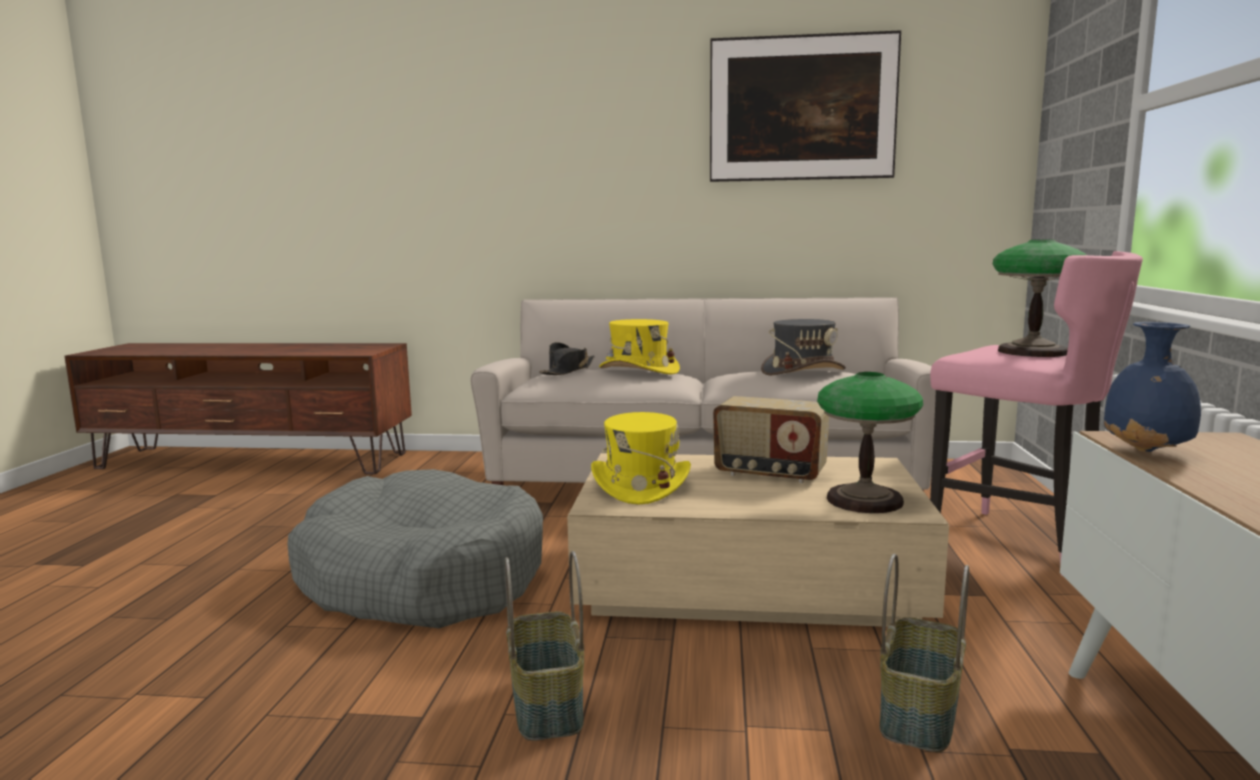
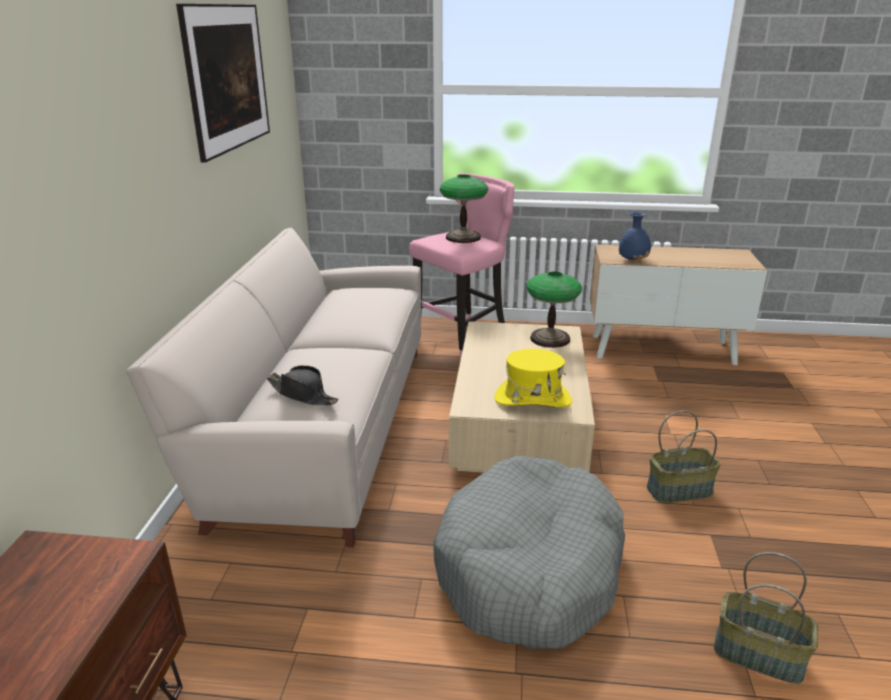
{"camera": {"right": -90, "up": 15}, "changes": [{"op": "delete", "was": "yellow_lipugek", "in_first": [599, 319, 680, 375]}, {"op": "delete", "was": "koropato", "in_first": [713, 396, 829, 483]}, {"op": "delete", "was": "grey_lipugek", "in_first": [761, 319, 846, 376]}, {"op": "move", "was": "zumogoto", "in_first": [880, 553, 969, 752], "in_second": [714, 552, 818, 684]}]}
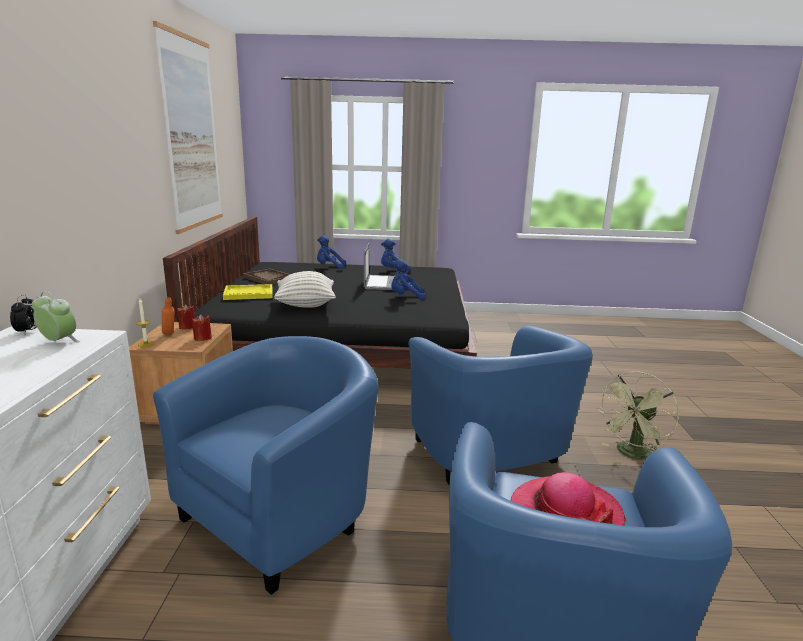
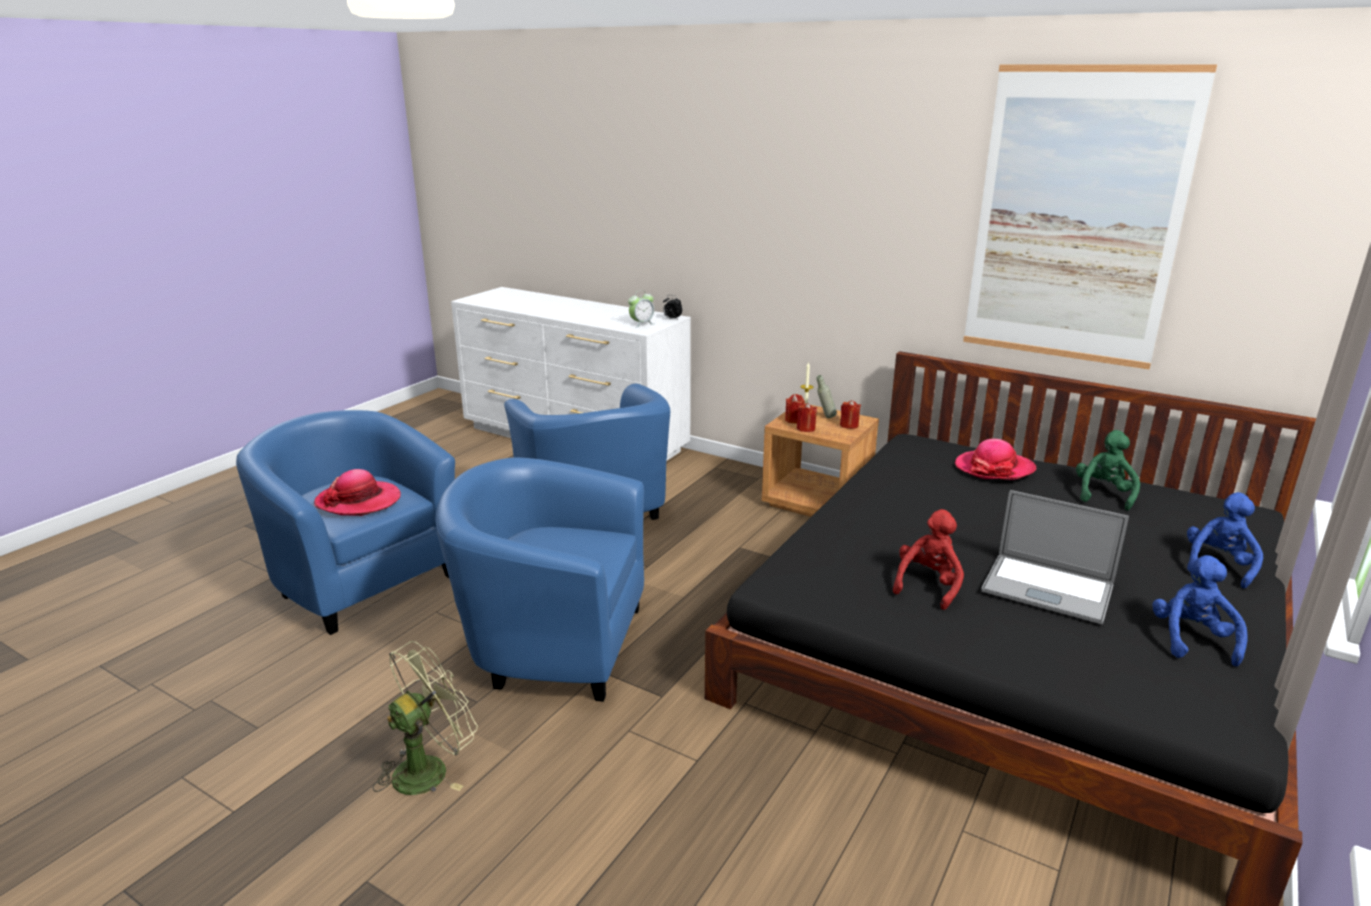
{"camera": {"right": 120, "up": 5}, "changes": [{"op": "delete", "was": "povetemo", "in_first": [274, 271, 336, 308]}, {"op": "insert", "now": "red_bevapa", "in_second": [785, 394, 805, 423]}, {"op": "replace", "was": "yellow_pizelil", "now": "lipugek", "in_first": [223, 284, 272, 300], "in_second": [955, 439, 1037, 480]}, {"op": "replace", "was": "brown_pizelil", "now": "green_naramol", "in_first": [243, 269, 290, 284], "in_second": [1076, 430, 1140, 511]}, {"op": "recolor", "was": "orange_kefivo", "now": "grey_kefivo", "in_first": [162, 297, 175, 335], "in_second": [817, 375, 837, 418]}, {"op": "recolor", "was": "blue_naramol", "now": "red_naramol", "in_first": [391, 259, 425, 300], "in_second": [893, 509, 964, 610]}, {"op": "rotate", "was": "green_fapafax", "in_first": [597, 371, 679, 460], "in_second": [373, 641, 478, 795], "clockwise": 60}]}
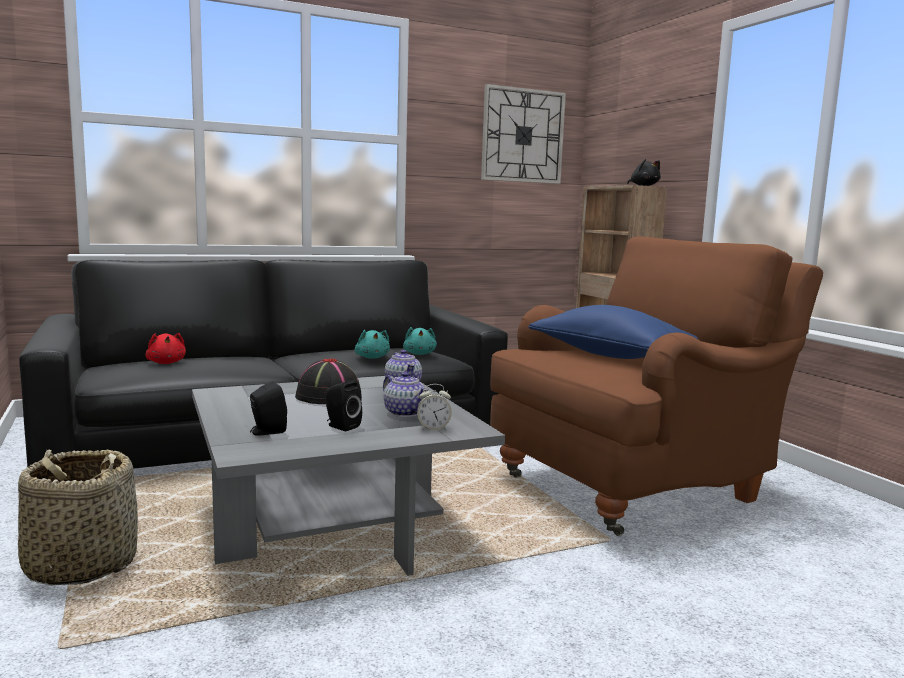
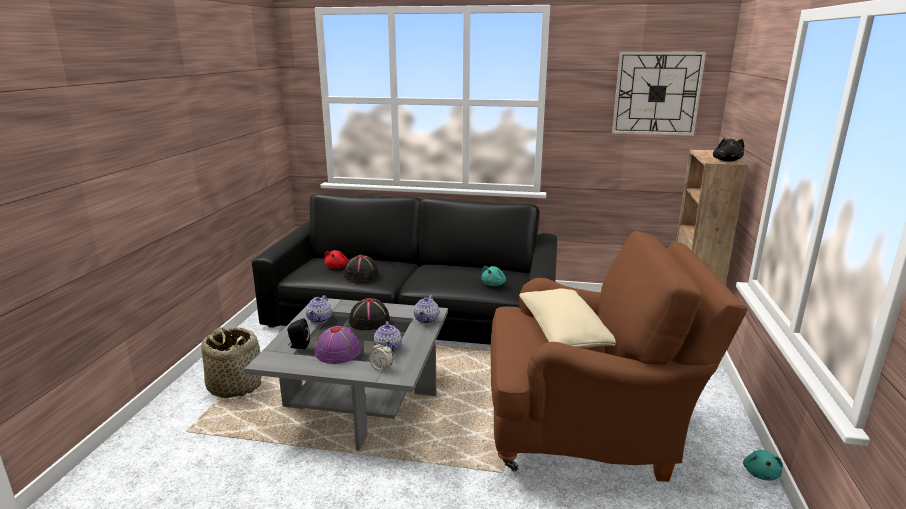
{"camera": {"right": 35, "up": 10}, "changes": [{"op": "insert", "now": "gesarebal", "in_second": [306, 295, 332, 323]}, {"op": "insert", "now": "black_lipugek", "in_second": [344, 255, 379, 281]}, {"op": "move", "was": "turquoise_naramol", "in_first": [355, 330, 390, 359], "in_second": [743, 450, 783, 480]}, {"op": "replace", "was": "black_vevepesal", "now": "purple_lipugek", "in_first": [326, 380, 362, 431], "in_second": [315, 326, 361, 364]}, {"op": "recolor", "was": "blue_povetemo", "now": "beige_povetemo", "in_first": [529, 305, 698, 359], "in_second": [519, 288, 616, 348]}]}
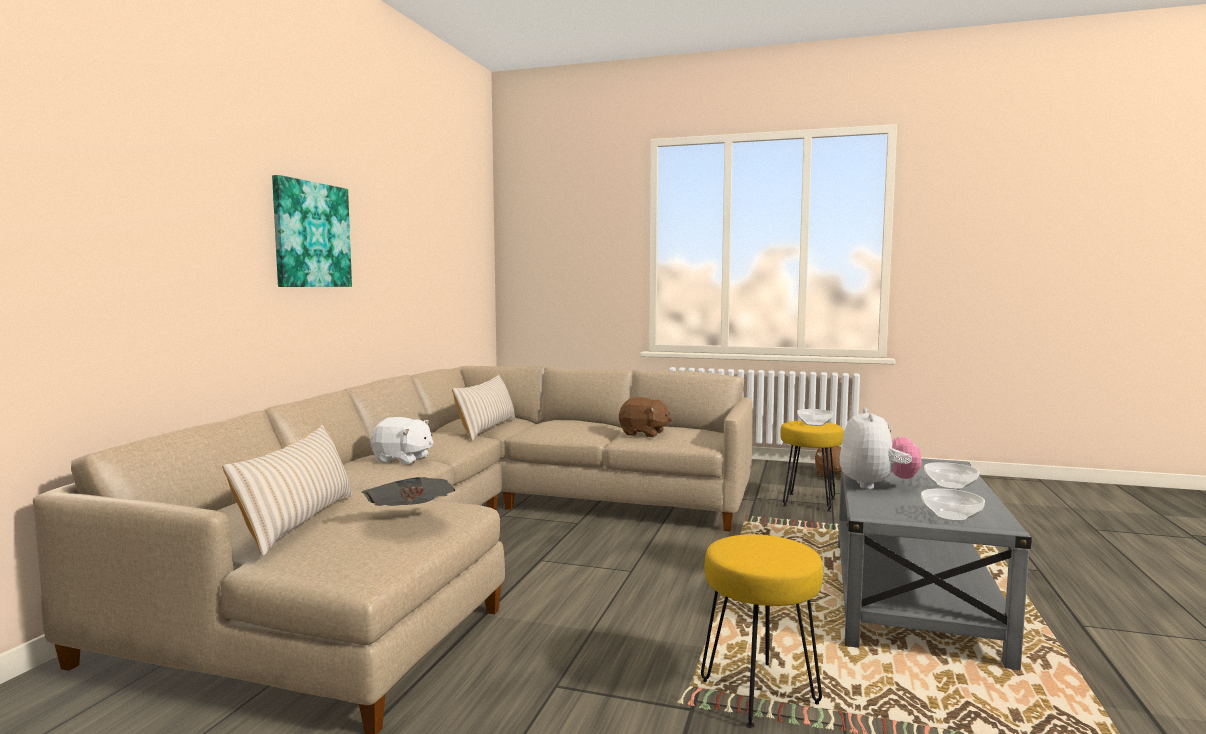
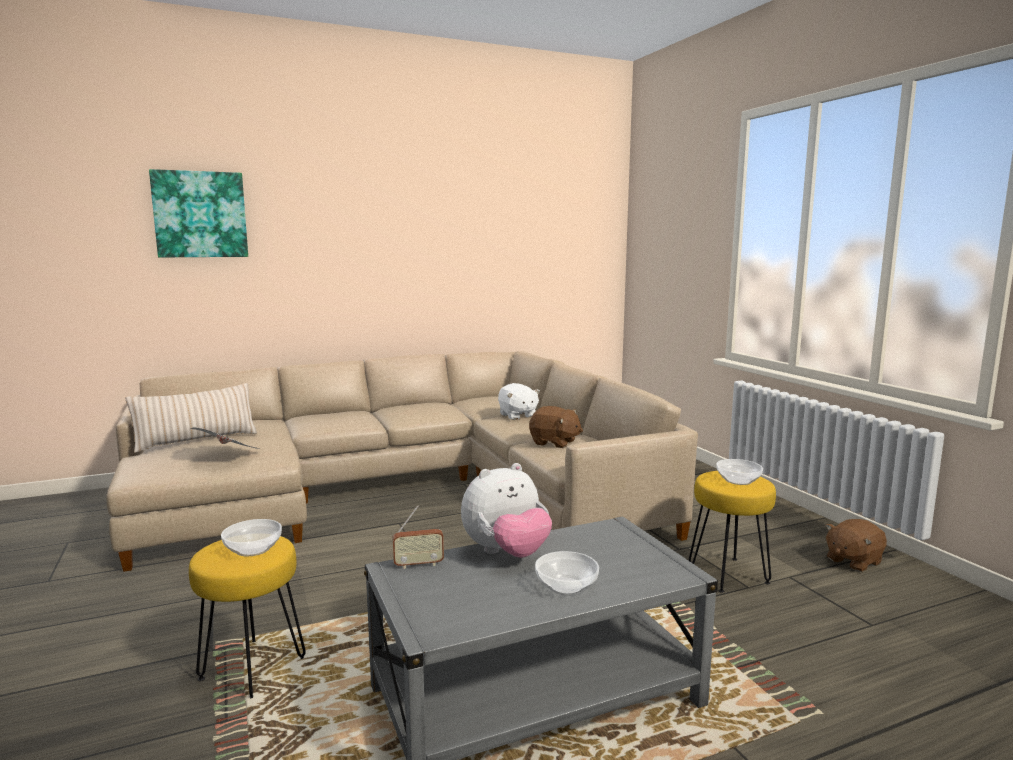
{"camera": {"right": 50, "up": 5}, "changes": [{"op": "delete", "was": "beige_povetemo", "in_first": [452, 374, 516, 441]}, {"op": "insert", "now": "koropato", "in_second": [392, 505, 444, 569]}, {"op": "move", "was": "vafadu", "in_first": [272, 175, 352, 287], "in_second": [149, 169, 248, 257]}, {"op": "move", "was": "white_naramol", "in_first": [370, 417, 434, 465], "in_second": [498, 383, 540, 420]}, {"op": "move", "was": "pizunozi", "in_first": [921, 488, 985, 522], "in_second": [221, 519, 282, 556]}, {"op": "rotate", "was": "brown_naramol", "in_first": [619, 397, 672, 438], "in_second": [529, 406, 583, 448], "clockwise": -45}]}
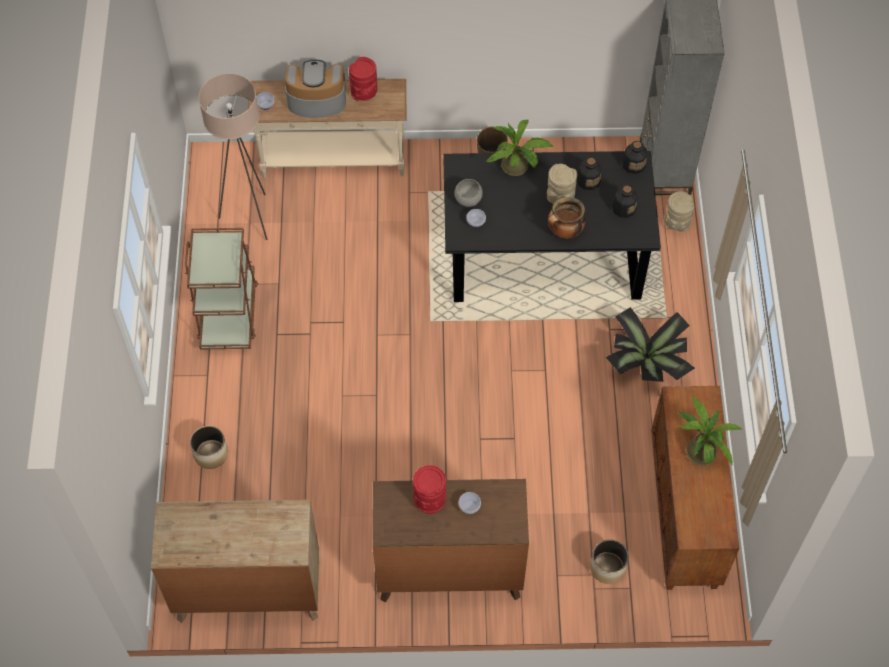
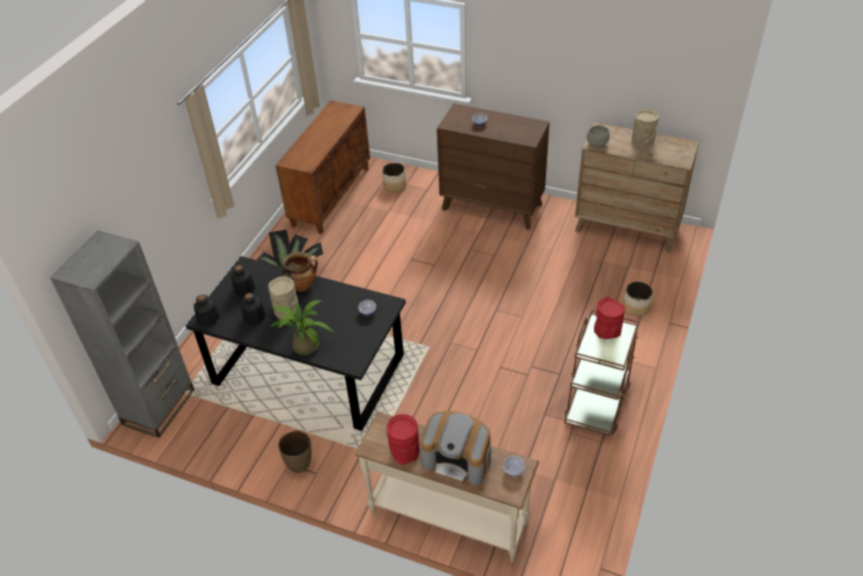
{"camera": {"right": -155, "up": -15}, "changes": [{"op": "delete", "was": "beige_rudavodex", "in_first": [199, 74, 268, 240]}, {"op": "delete", "was": "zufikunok", "in_first": [679, 397, 742, 466]}, {"op": "move", "was": "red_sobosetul", "in_first": [413, 465, 446, 514], "in_second": [594, 297, 625, 339]}, {"op": "move", "was": "grey_pizunozi", "in_first": [455, 179, 483, 207], "in_second": [587, 125, 610, 147]}, {"op": "move", "was": "beige_sobosetul", "in_first": [665, 191, 694, 232], "in_second": [632, 109, 659, 148]}]}
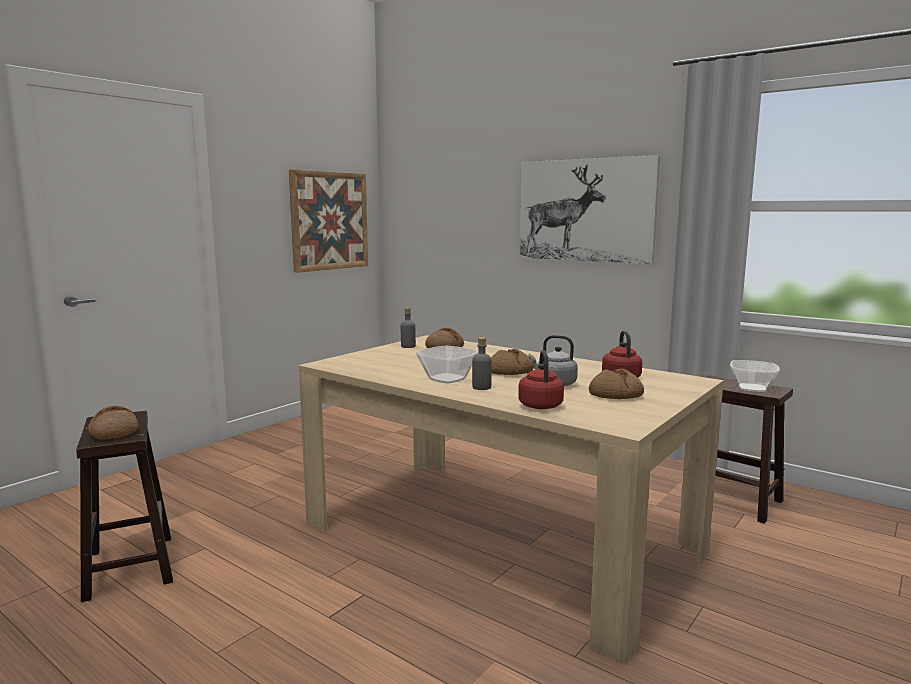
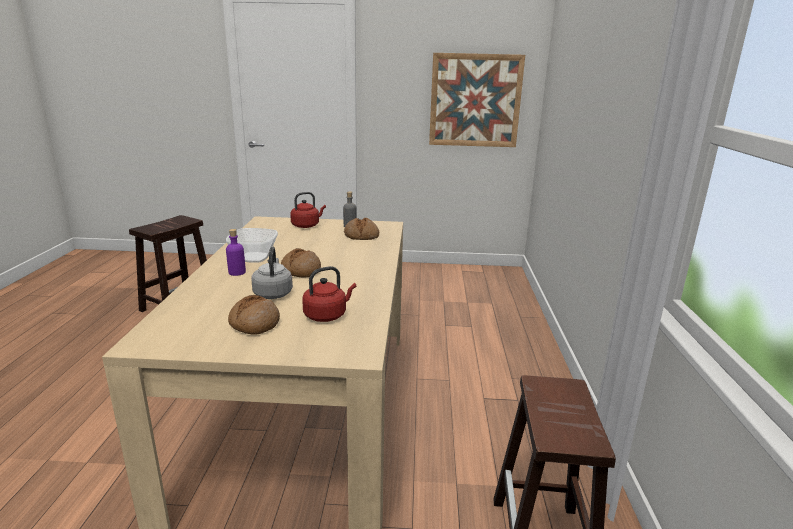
{"camera": {"right": 55, "up": 10}, "changes": [{"op": "delete", "was": "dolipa", "in_first": [88, 406, 139, 440]}, {"op": "delete", "was": "vafadu", "in_first": [519, 155, 660, 265]}, {"op": "delete", "was": "pizunozi", "in_first": [730, 360, 780, 392]}, {"op": "move", "was": "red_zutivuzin", "in_first": [518, 350, 564, 409], "in_second": [290, 192, 326, 228]}, {"op": "recolor", "was": "grey_kefivo", "now": "purple_kefivo", "in_first": [472, 337, 492, 390], "in_second": [226, 229, 246, 276]}]}
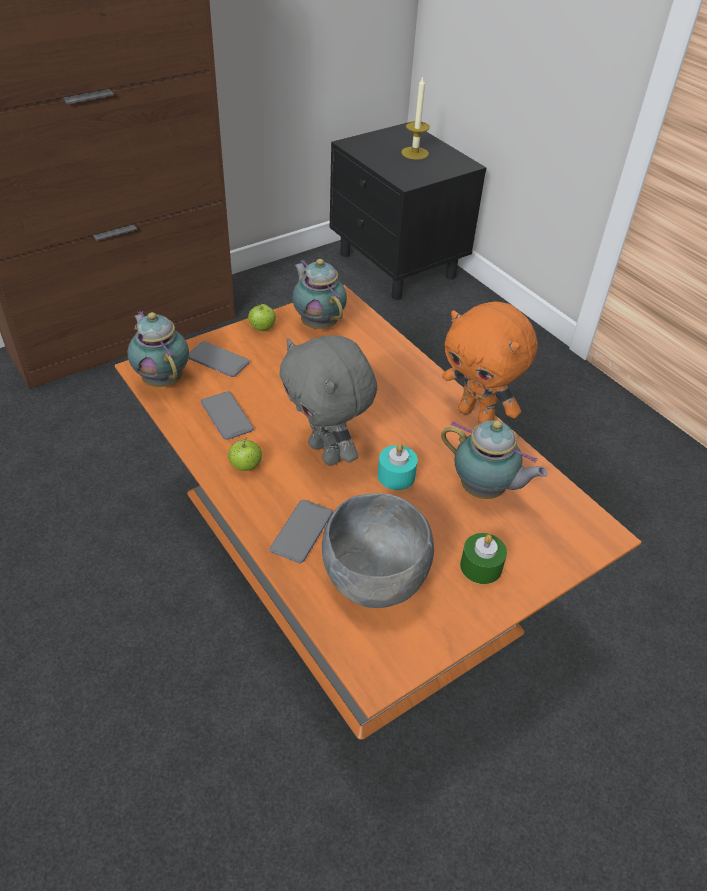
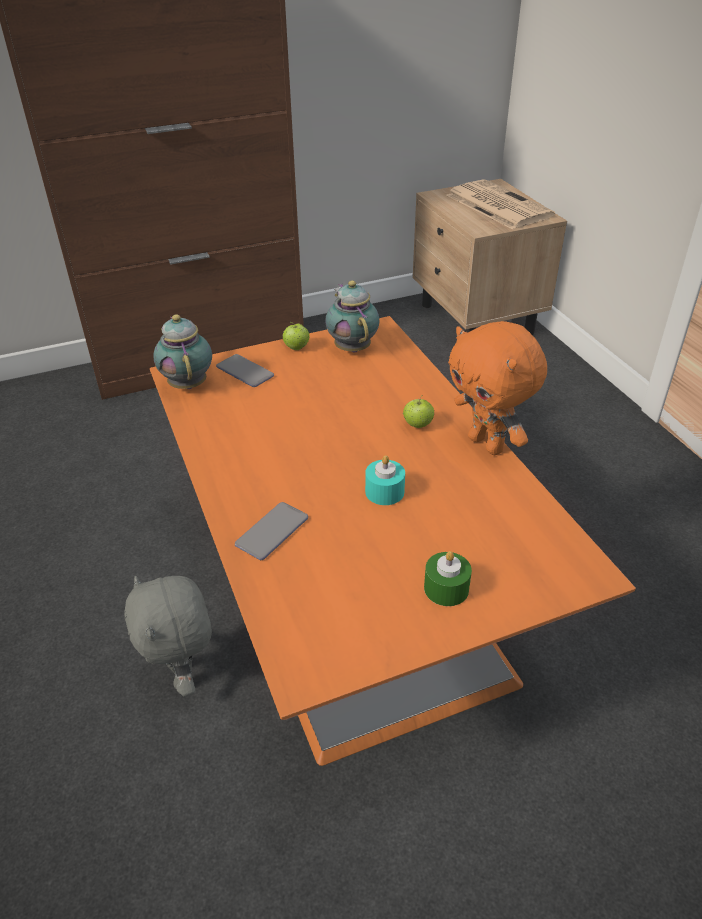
{"camera": {"right": 15, "up": -5}, "changes": [{"op": "delete", "was": "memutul", "in_first": [201, 391, 254, 440]}, {"op": "delete", "was": "grey_pizunozi", "in_first": [322, 493, 434, 608]}, {"op": "delete", "was": "gesarebal", "in_first": [441, 420, 547, 499]}, {"op": "move", "was": "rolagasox", "in_first": [228, 437, 262, 471], "in_second": [403, 396, 434, 428]}, {"op": "move", "was": "grey_naramol", "in_first": [280, 336, 377, 466], "in_second": [124, 576, 212, 697]}, {"op": "replace", "was": "bevapa", "now": "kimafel", "in_first": [401, 77, 430, 160], "in_second": [446, 179, 555, 229]}, {"op": "recolor", "was": "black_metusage", "now": "beige_metusage", "in_first": [329, 122, 486, 300], "in_second": [413, 179, 567, 335]}]}
